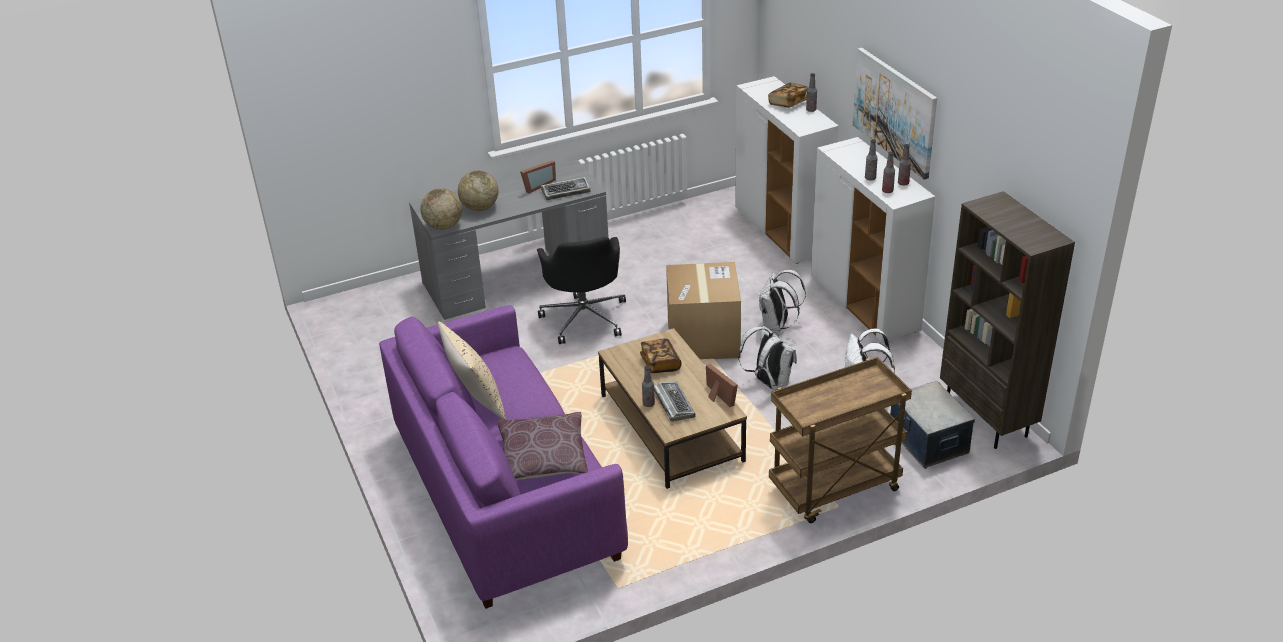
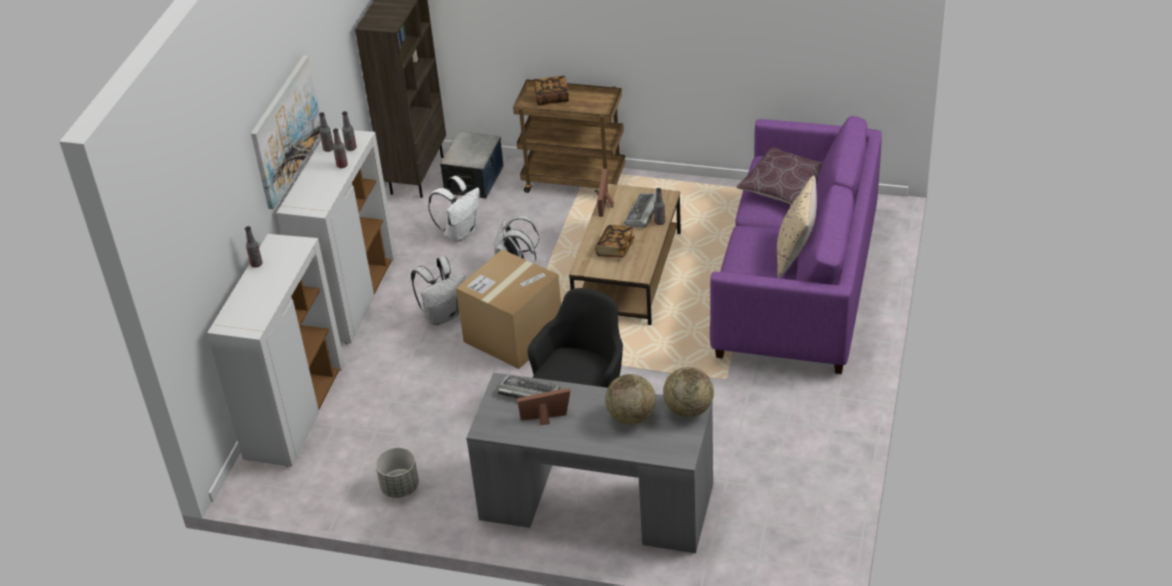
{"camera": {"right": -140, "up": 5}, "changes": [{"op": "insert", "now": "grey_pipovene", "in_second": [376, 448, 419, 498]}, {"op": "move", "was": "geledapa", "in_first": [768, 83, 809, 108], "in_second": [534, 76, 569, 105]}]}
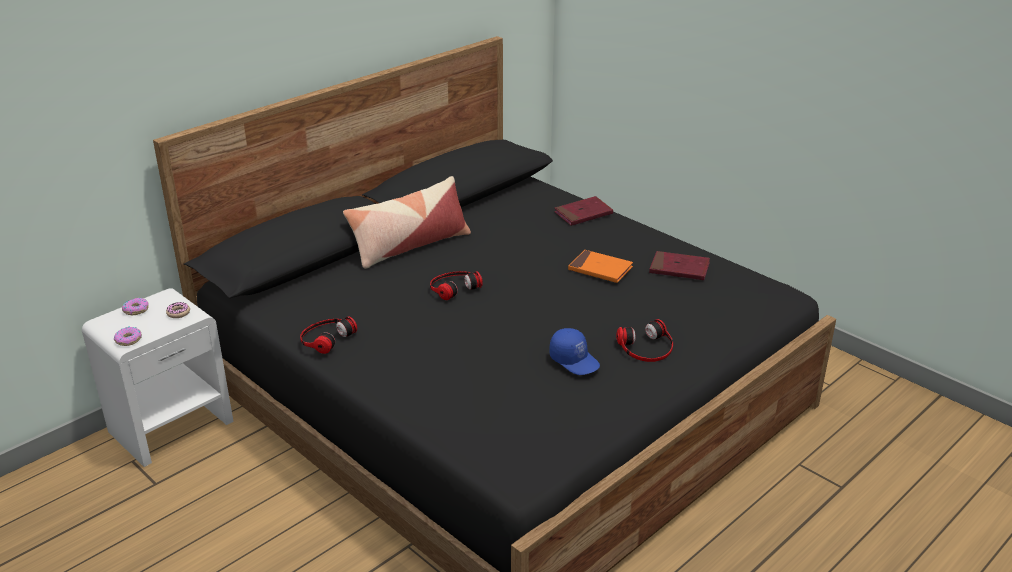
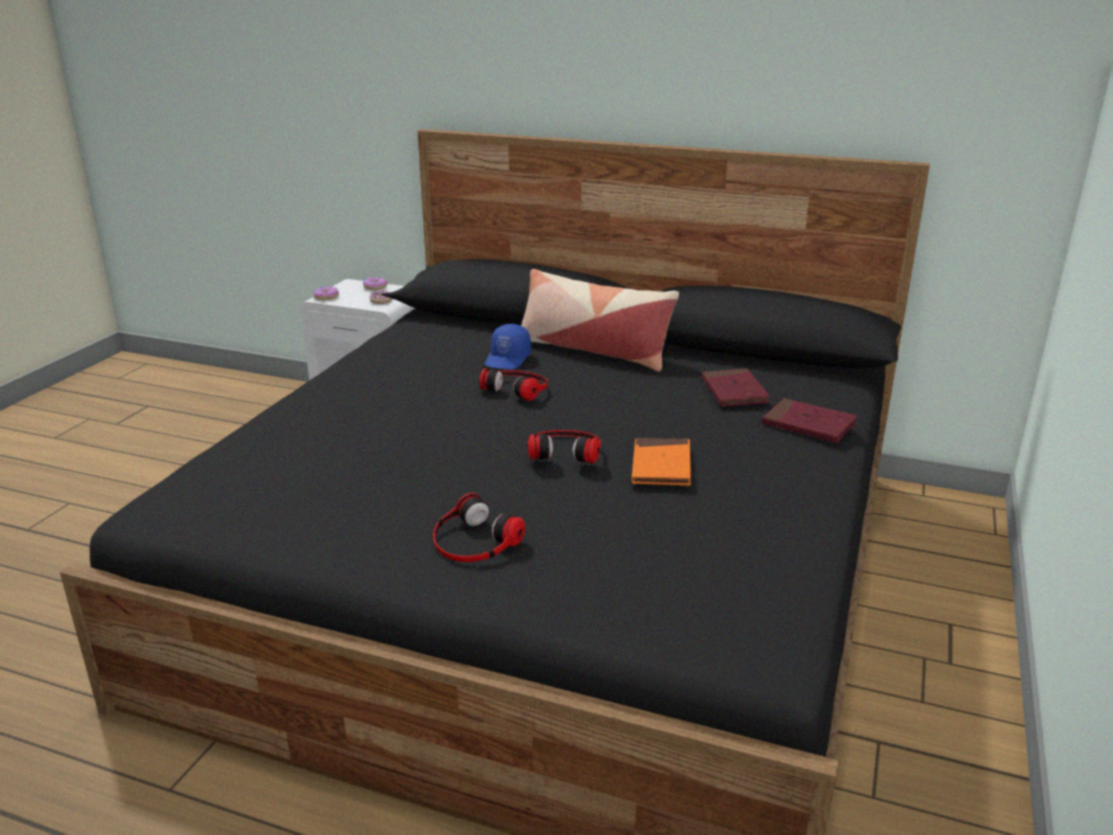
{"camera": {"right": 65, "up": -5}, "changes": [{"op": "move", "was": "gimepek", "in_first": [300, 316, 357, 354], "in_second": [527, 430, 601, 464]}, {"op": "move", "was": "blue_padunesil", "in_first": [550, 328, 600, 375], "in_second": [485, 324, 531, 369]}, {"op": "move", "was": "red_geledapa", "in_first": [649, 251, 710, 280], "in_second": [702, 368, 770, 407]}]}
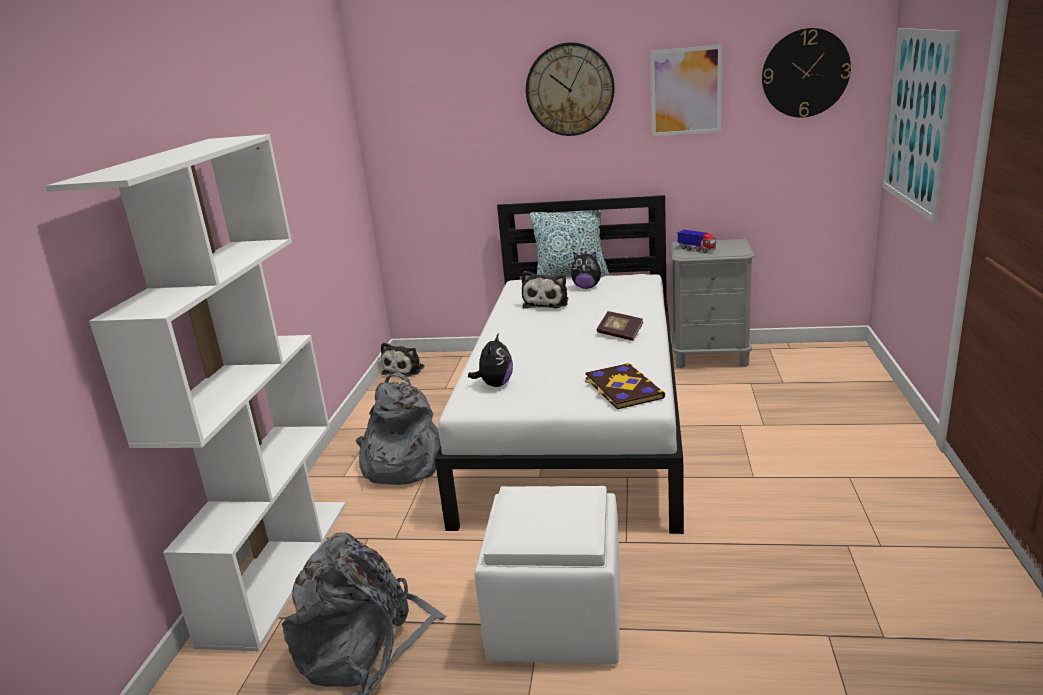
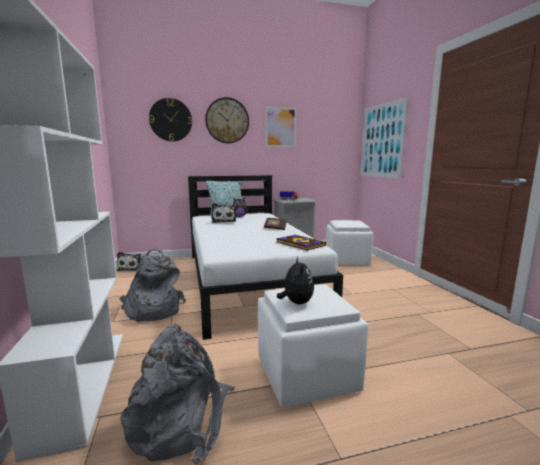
{"camera": {"right": -25, "up": -10}, "changes": [{"op": "insert", "now": "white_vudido", "in_second": [326, 220, 373, 266]}, {"op": "move", "was": "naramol", "in_first": [468, 333, 513, 387], "in_second": [277, 257, 314, 305]}, {"op": "move", "was": "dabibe", "in_first": [762, 28, 851, 118], "in_second": [149, 98, 192, 142]}]}
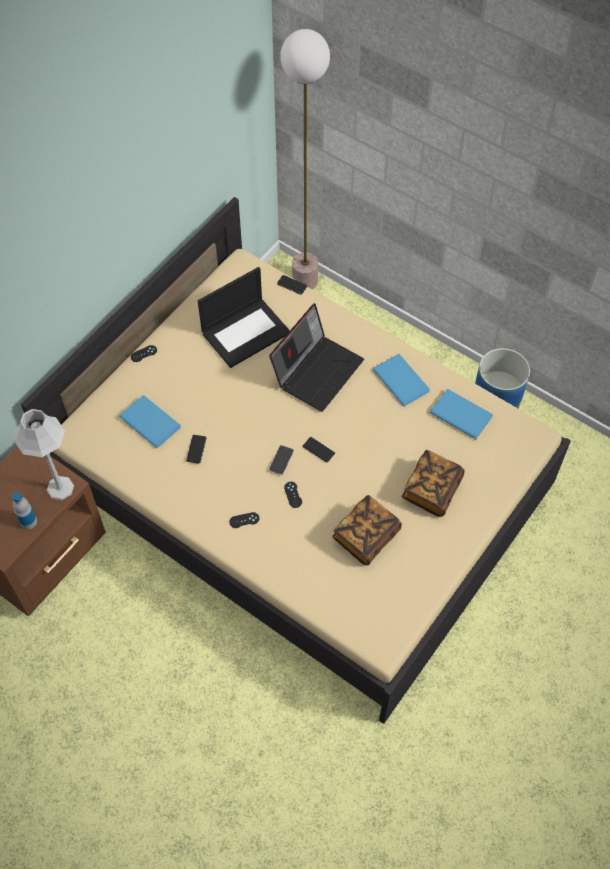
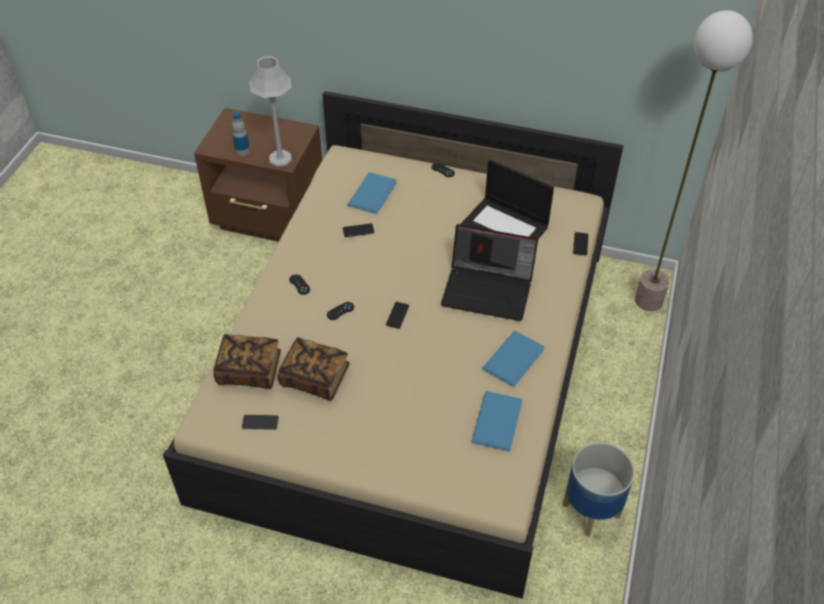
{"camera": {"right": 70, "up": -10}, "changes": [{"op": "move", "was": "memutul", "in_first": [269, 445, 294, 475], "in_second": [242, 415, 279, 430]}, {"op": "move", "was": "geledapa", "in_first": [402, 450, 465, 517], "in_second": [214, 334, 281, 389]}]}
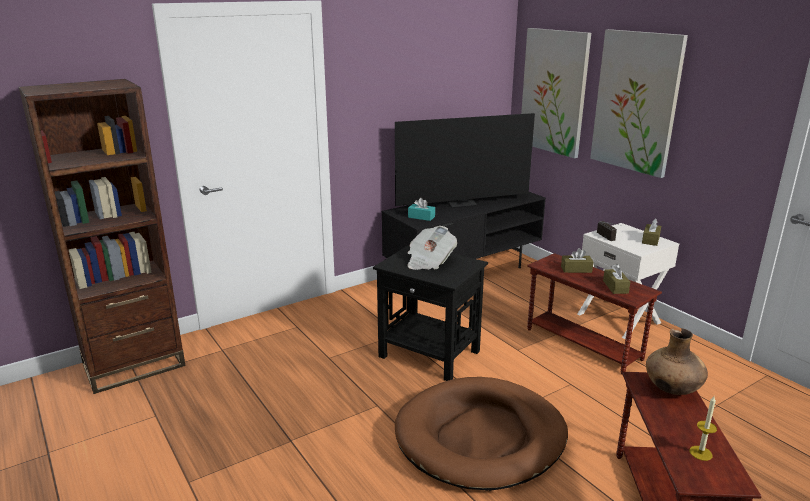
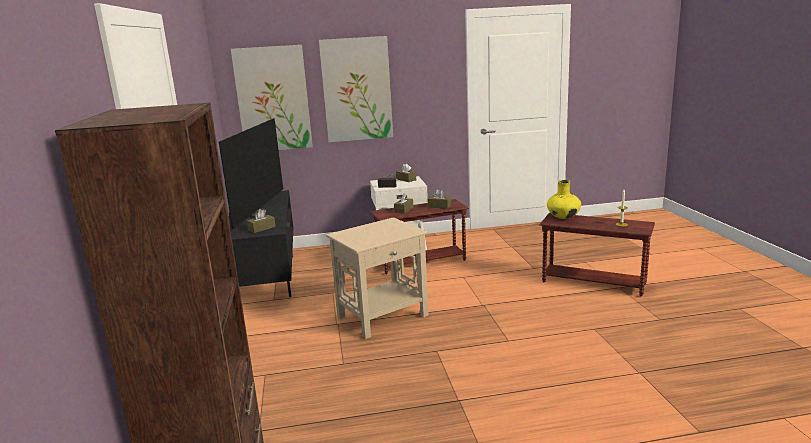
{"camera": {"right": -65, "up": -5}, "changes": [{"op": "delete", "was": "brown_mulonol", "in_first": [395, 377, 568, 491]}, {"op": "delete", "was": "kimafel", "in_first": [407, 226, 457, 270]}, {"op": "recolor", "was": "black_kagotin", "now": "beige_kagotin", "in_first": [373, 245, 488, 381], "in_second": [326, 217, 429, 339]}, {"op": "recolor", "was": "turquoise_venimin", "now": "brown_venimin", "in_first": [408, 198, 435, 221], "in_second": [247, 209, 276, 233]}, {"op": "recolor", "was": "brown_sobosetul", "now": "yellow_sobosetul", "in_first": [646, 328, 708, 395], "in_second": [547, 180, 581, 219]}]}
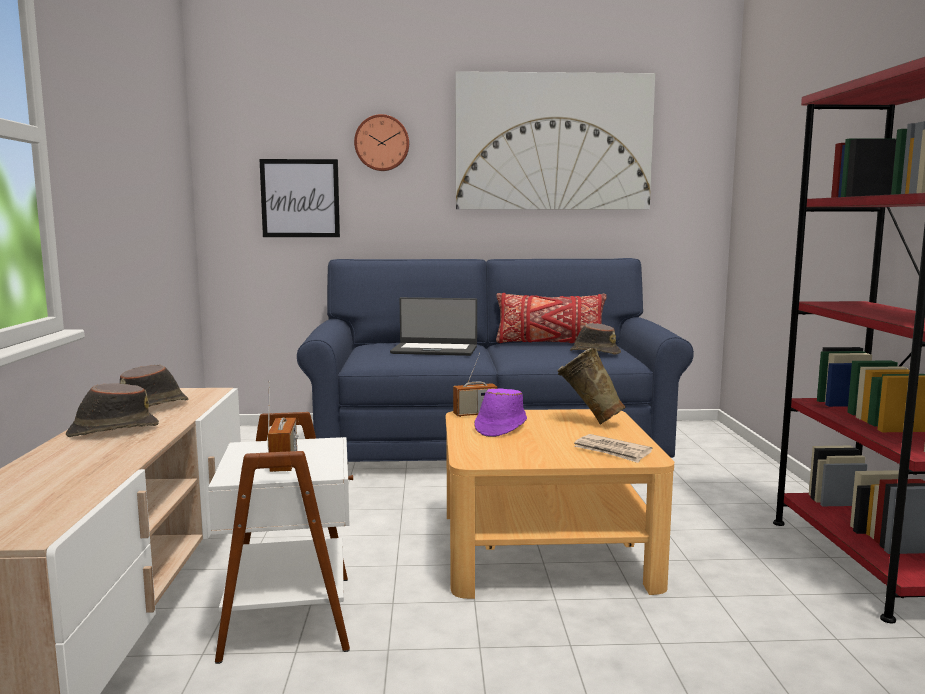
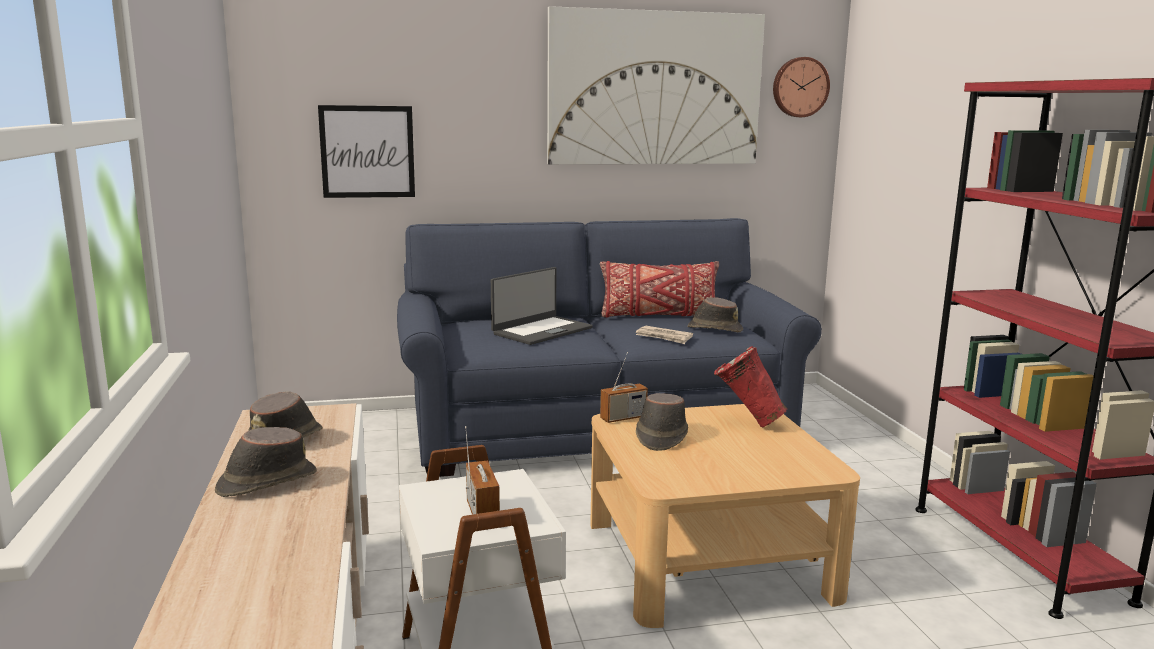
{"camera": {"right": -10, "up": 5}, "changes": [{"op": "move", "was": "dabibe", "in_first": [354, 114, 409, 171], "in_second": [773, 57, 830, 117]}, {"op": "move", "was": "kimafel", "in_first": [574, 434, 652, 463], "in_second": [636, 326, 693, 344]}, {"op": "recolor", "was": "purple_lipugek", "now": "brown_lipugek", "in_first": [474, 388, 527, 437], "in_second": [636, 393, 688, 451]}, {"op": "recolor", "was": "beige_sobosetul", "now": "red_sobosetul", "in_first": [558, 348, 626, 425], "in_second": [714, 346, 787, 428]}, {"op": "rotate", "was": "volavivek", "in_first": [390, 297, 477, 356], "in_second": [491, 267, 593, 345], "clockwise": -45}]}
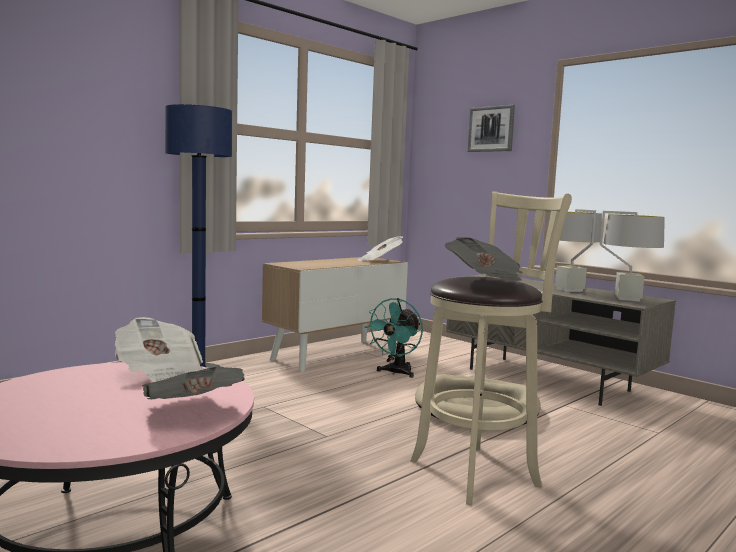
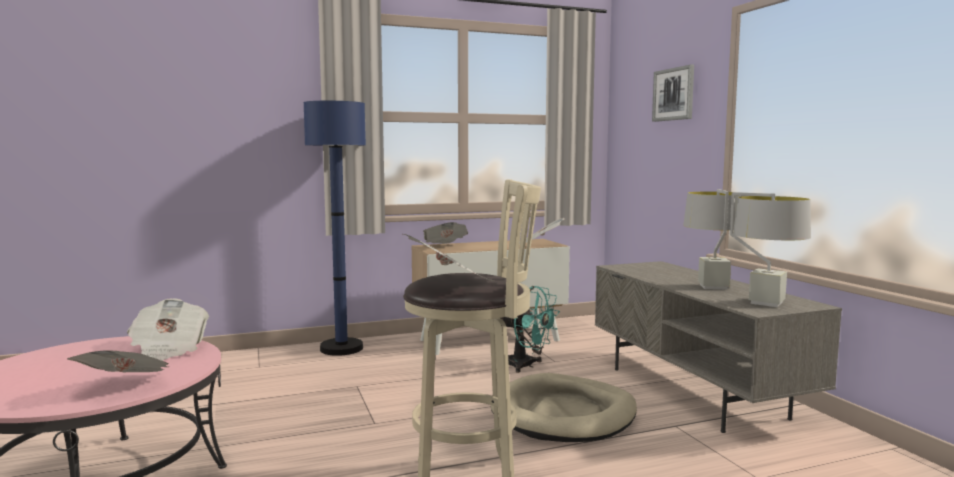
{"camera": {"right": 25, "up": 0}, "changes": [{"op": "insert", "now": "kimafel", "in_second": [423, 222, 468, 244]}, {"op": "rotate", "was": "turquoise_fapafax", "in_first": [365, 298, 423, 378], "in_second": [501, 286, 560, 373], "clockwise": -105}]}
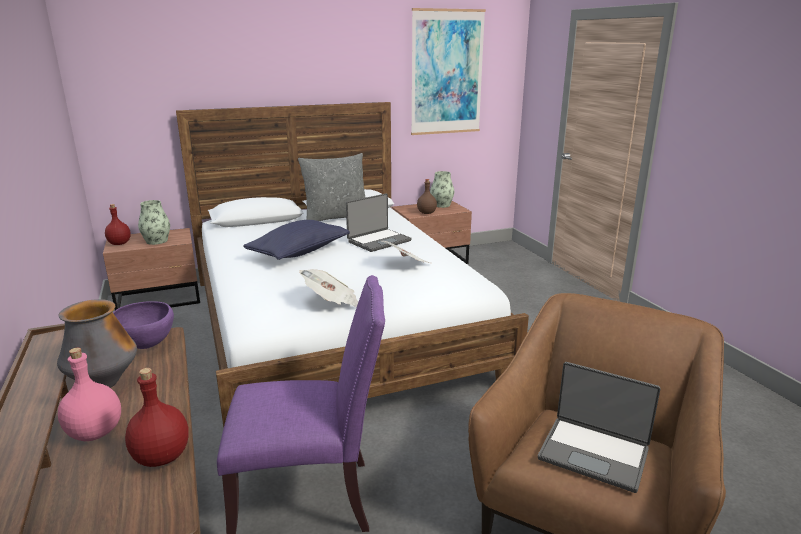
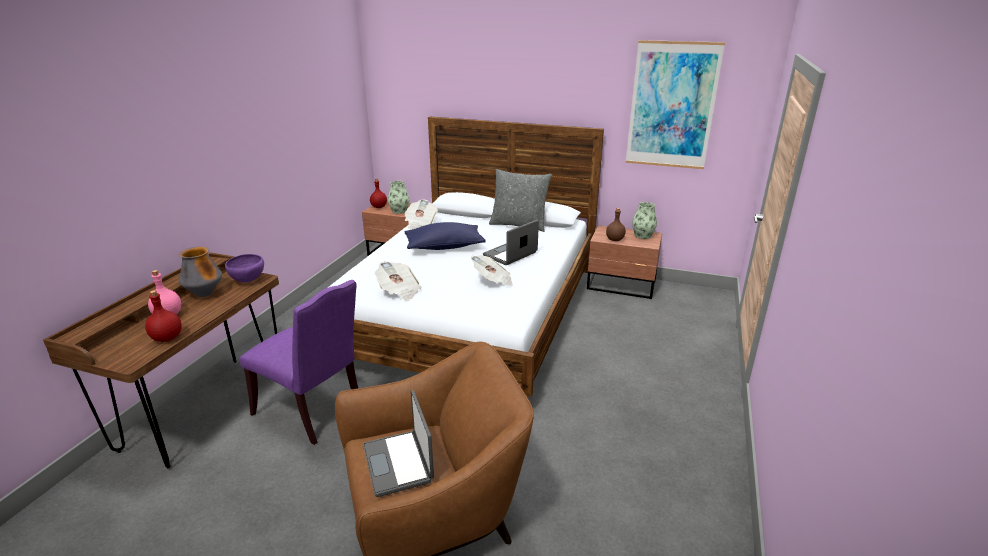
{"camera": {"right": 40, "up": 5}, "changes": [{"op": "insert", "now": "kimafel", "in_second": [404, 199, 438, 230]}, {"op": "rotate", "was": "volavivek", "in_first": [346, 193, 412, 252], "in_second": [483, 220, 539, 265], "clockwise": 135}]}
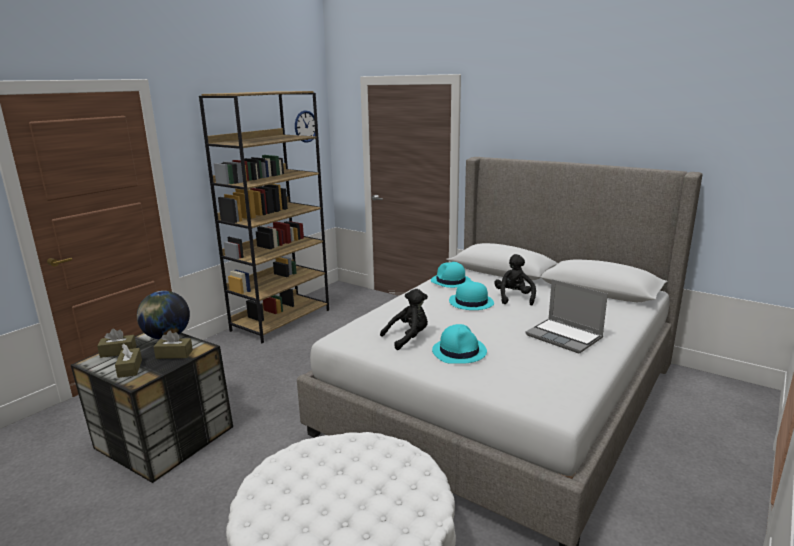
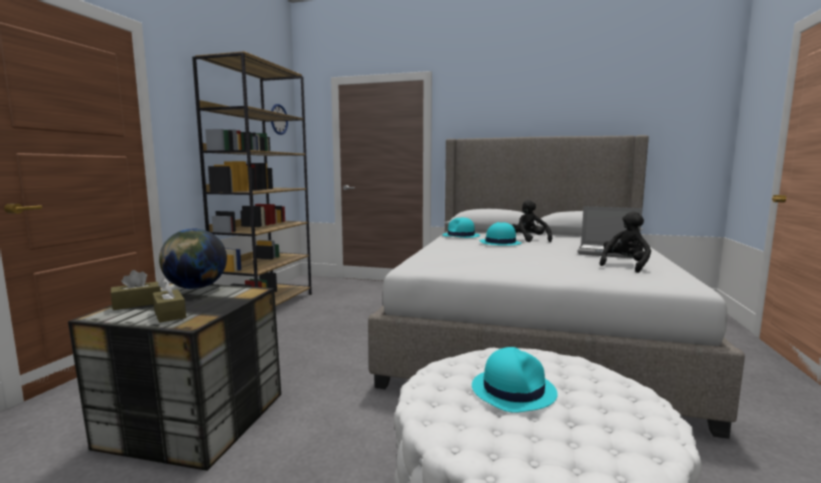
{"camera": {"right": -20, "up": -10}, "changes": [{"op": "delete", "was": "brown_venimin", "in_first": [153, 331, 193, 359]}, {"op": "move", "was": "black_naramol", "in_first": [380, 289, 428, 350], "in_second": [599, 211, 651, 273]}, {"op": "move", "was": "turquoise_lipugek", "in_first": [432, 324, 487, 364], "in_second": [472, 347, 558, 413]}]}
